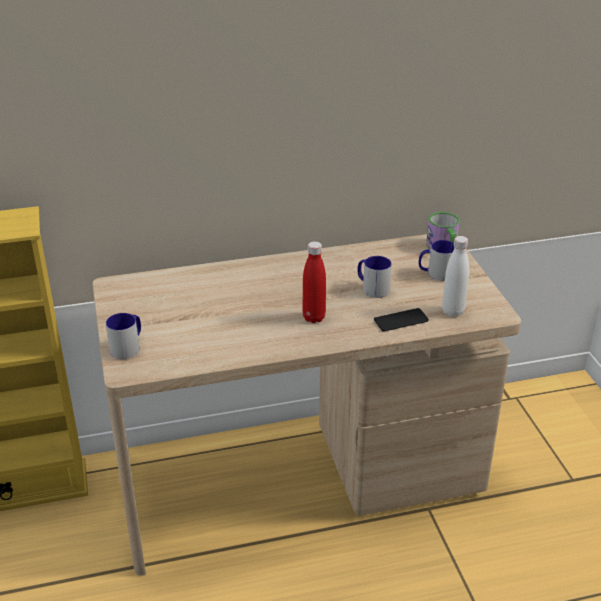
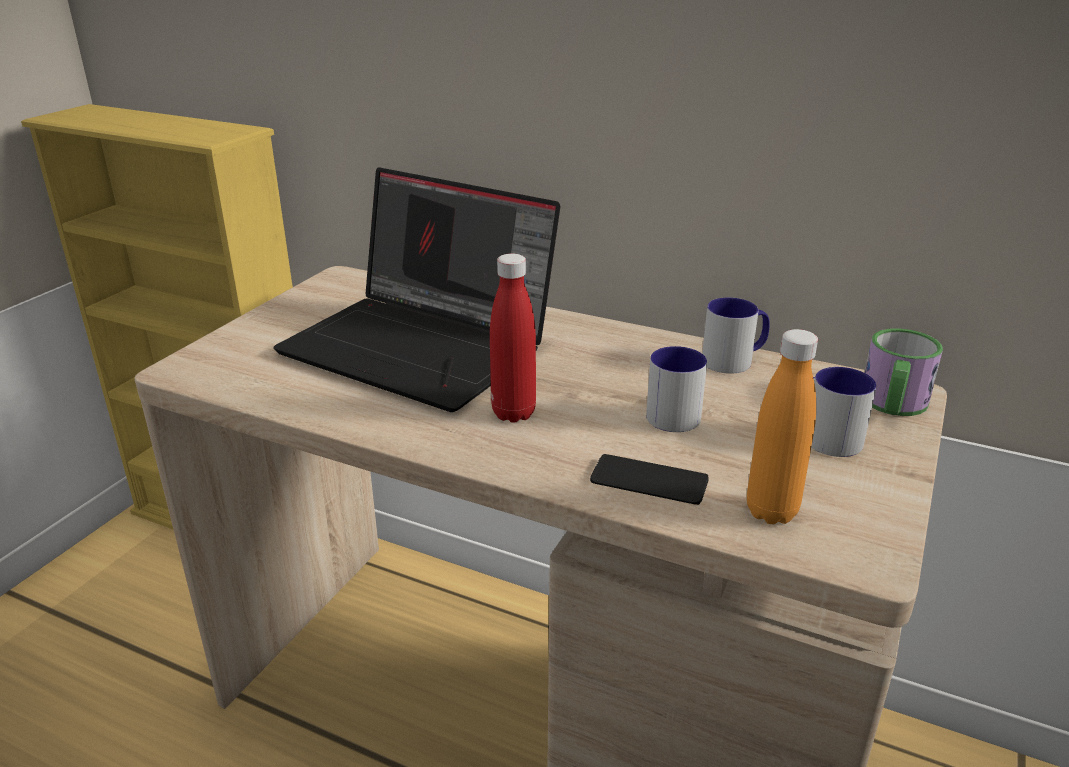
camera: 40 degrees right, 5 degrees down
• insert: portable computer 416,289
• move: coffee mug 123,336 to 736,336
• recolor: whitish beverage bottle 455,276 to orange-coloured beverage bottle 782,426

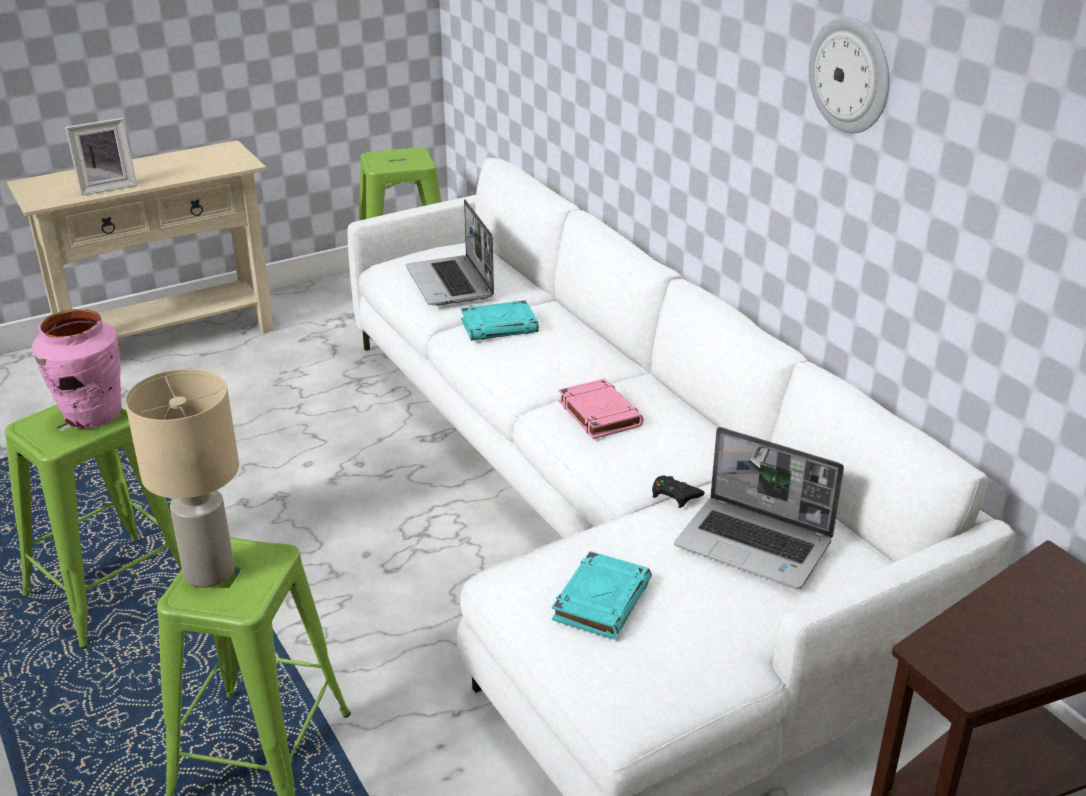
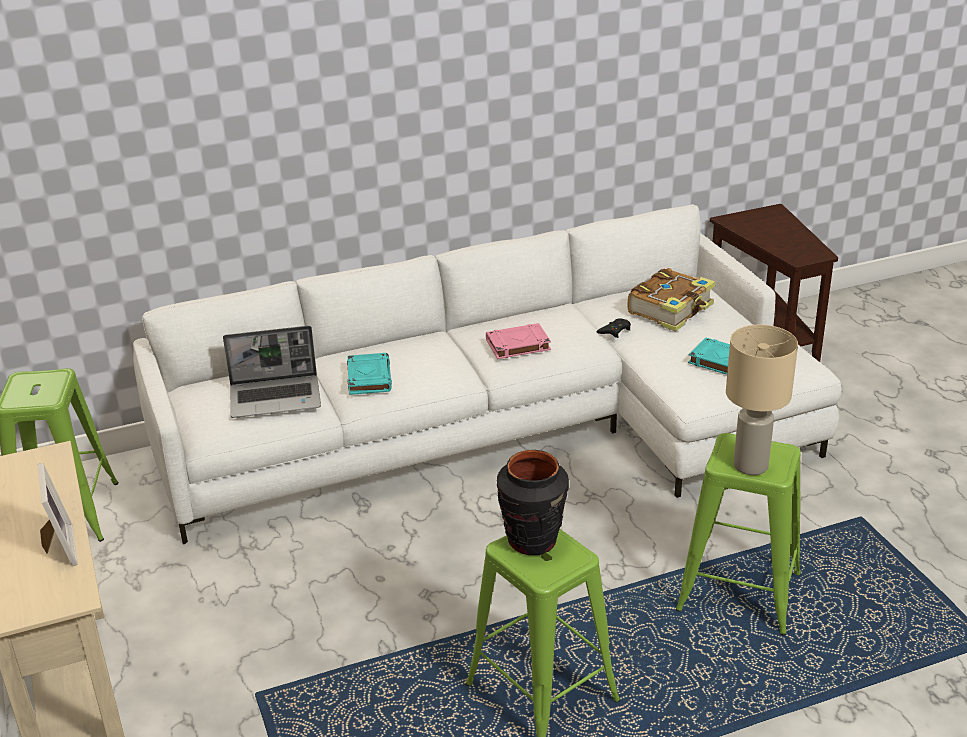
camera: 80 degrees left, 0 degrees up
• recolor: pinkish vase 77,369 to blackish vase 533,502
• replace: portable computer 759,508 to bound book 671,300
• delete: clock on the wall 849,75

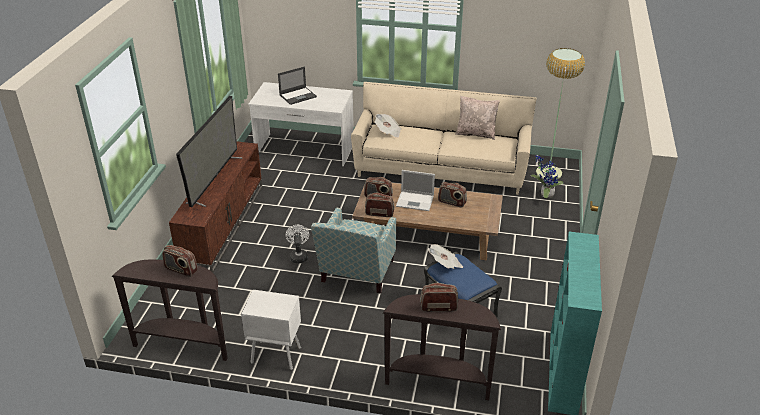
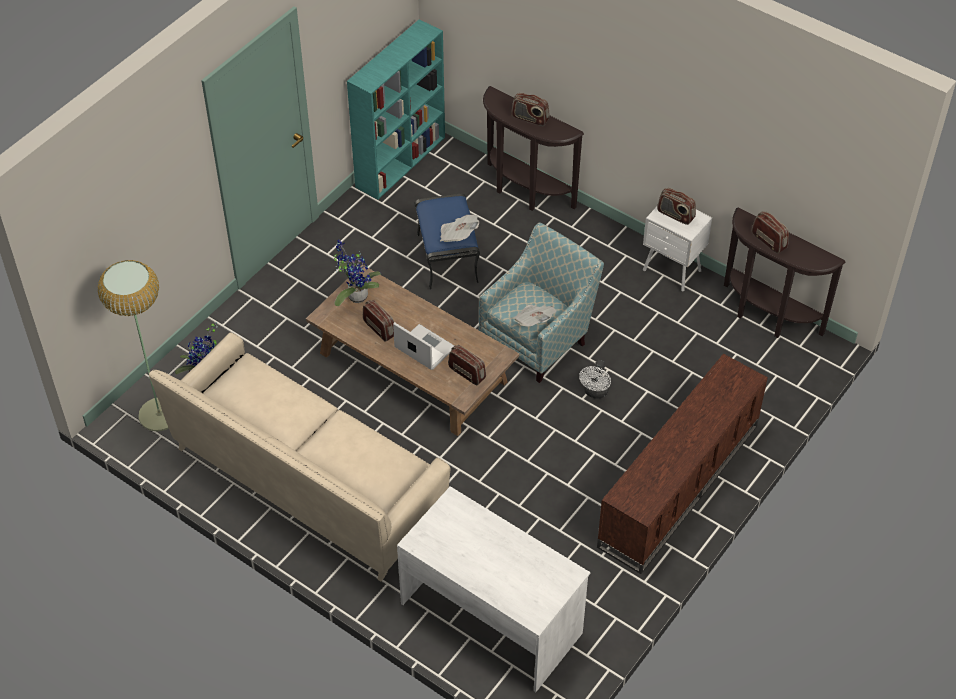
camera: 155 degrees left, 15 degrees up
• insert: houseplant 357,273
• move: daily paper 388,126 to 535,315
• move: radio 380,205 to 676,206
• delete: television 209,151
• delete: portable computer 297,86
• delete: sand-coloured throw pillow 478,118

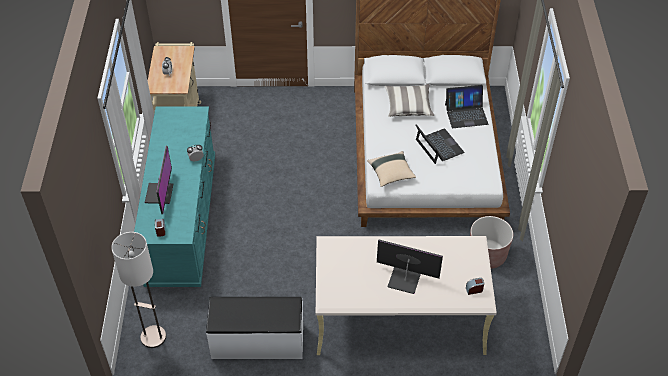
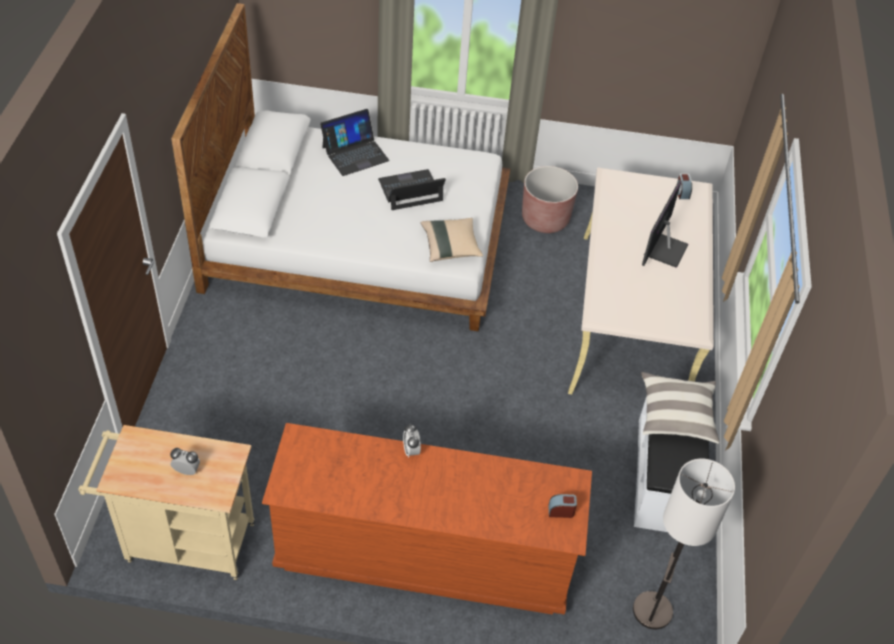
camera: 85 degrees left, 0 degrees up
• recolor: turquoise-coloured drawer chest 174,196 to brownish drawer chest 427,519
• rotate: portable computer 466,106 = 354,142 60 degrees clockwise
• move: throw pillow 409,100 to 680,408
• delete: monitor 159,180

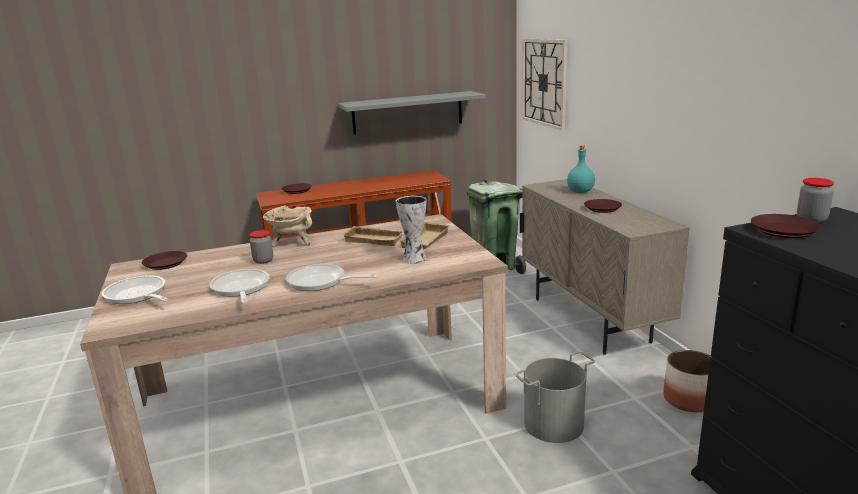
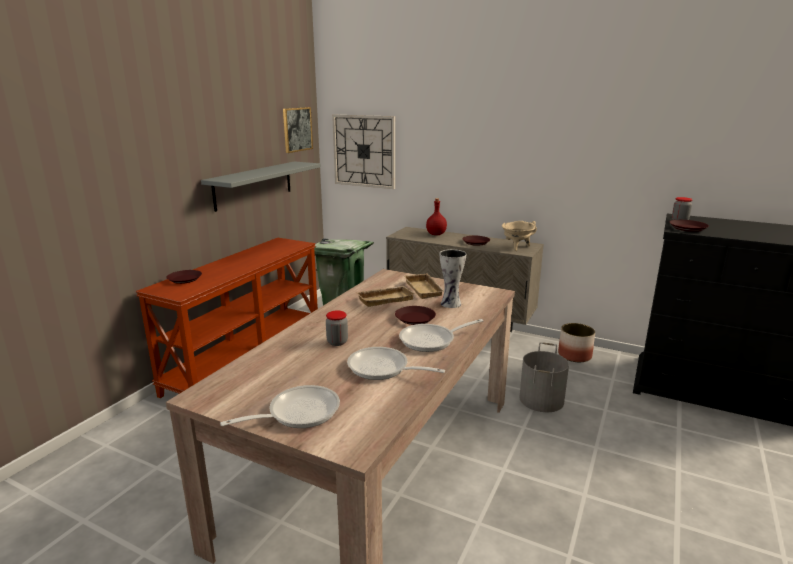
camera: 45 degrees left, 0 degrees up
• rotate: skillet 135,289 = 280,406 150 degrees clockwise
• insert: wall art 298,130
• move: brownish dinner plate 164,260 to 415,315
• recolor: turquoise-coloured beverage bottle 581,169 to reddish beverage bottle 436,216
• move: sand-coloured saucepot 287,226 to 519,236

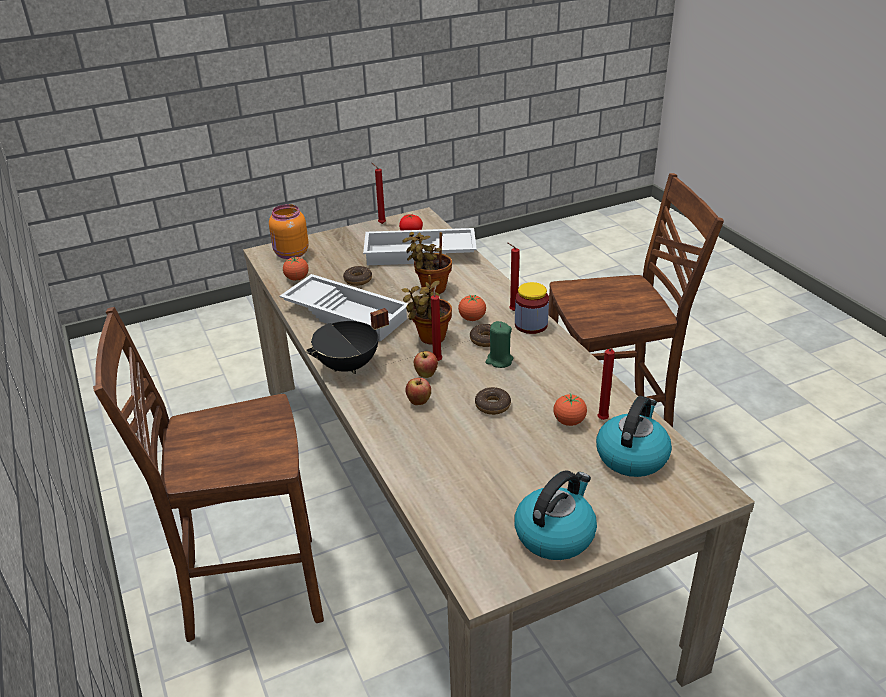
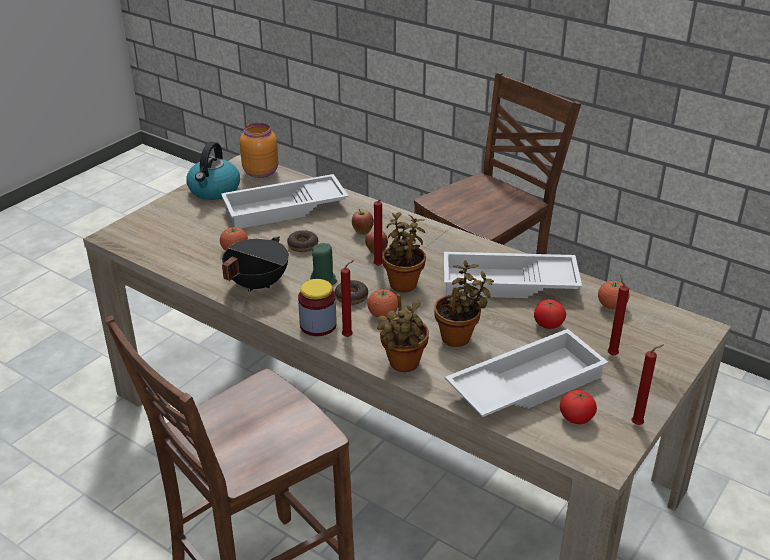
camera: 150 degrees right, 0 degrees up
• insert: whitish tray 285,201
• move: blackish saucepot 347,341 to 255,264
• move: orange-coloured storage jar 289,231 to 259,150
• insert: houseplant 403,333
• replace: donut 357,276 to tomato 550,314
• move: reddish wax light 606,384 to 618,315
• delete: kettle 634,436

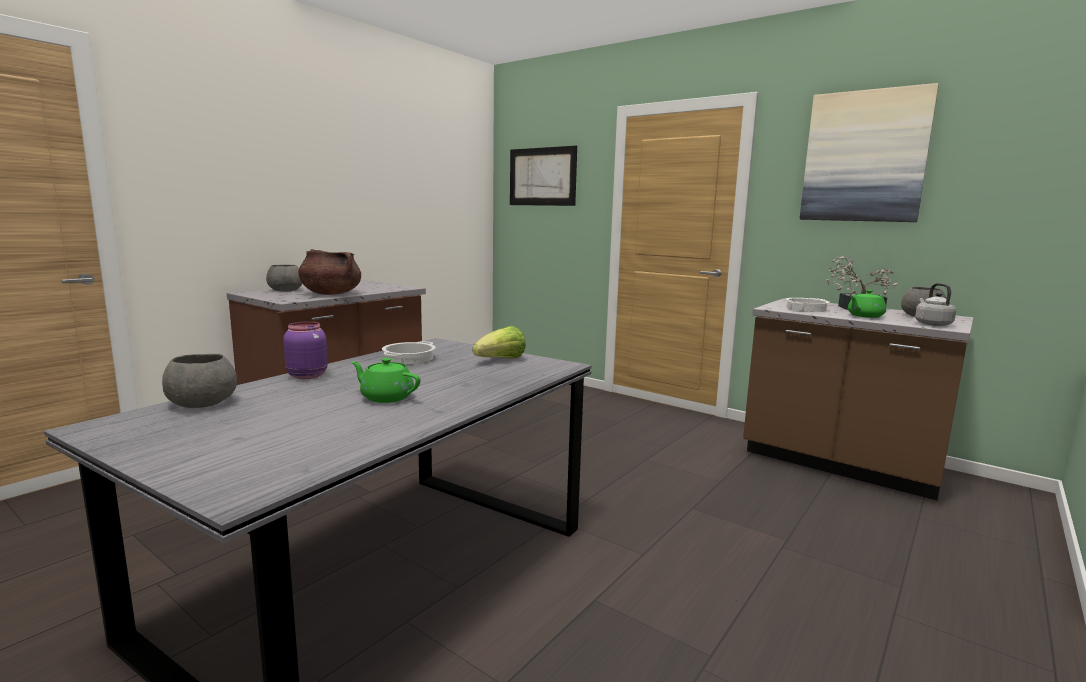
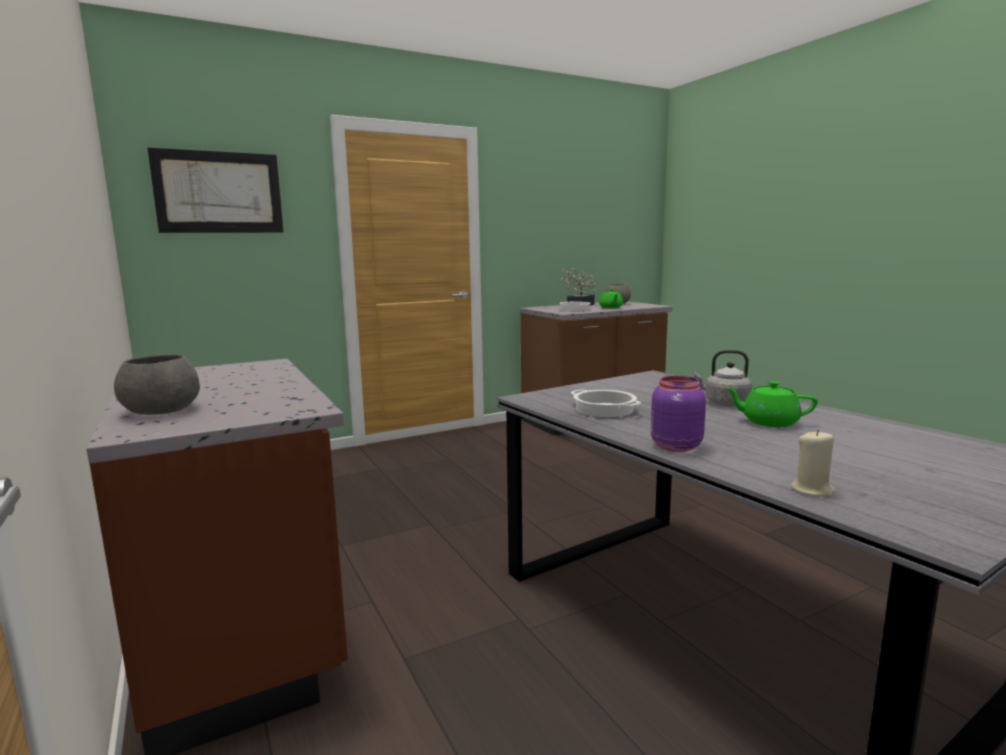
camera: 65 degrees left, 0 degrees up
• move: gray kettle 935,304 to 723,378
• rotate: green teapot 385,380 = 771,404 60 degrees clockwise
• replace: gray bowl 199,381 to sand-coloured wax light 813,463
• delete: brownish saucepot 329,272
• delete: lettuce head 499,342
• delete: wall art 869,152

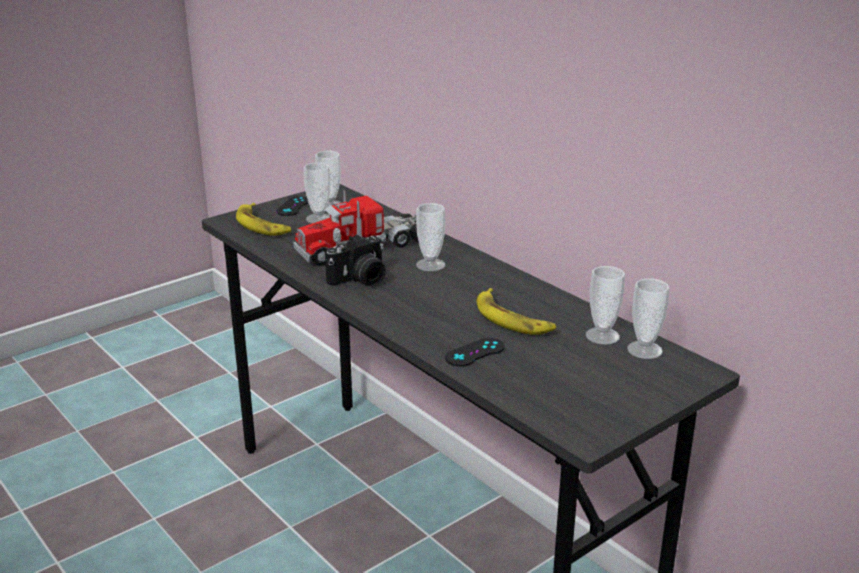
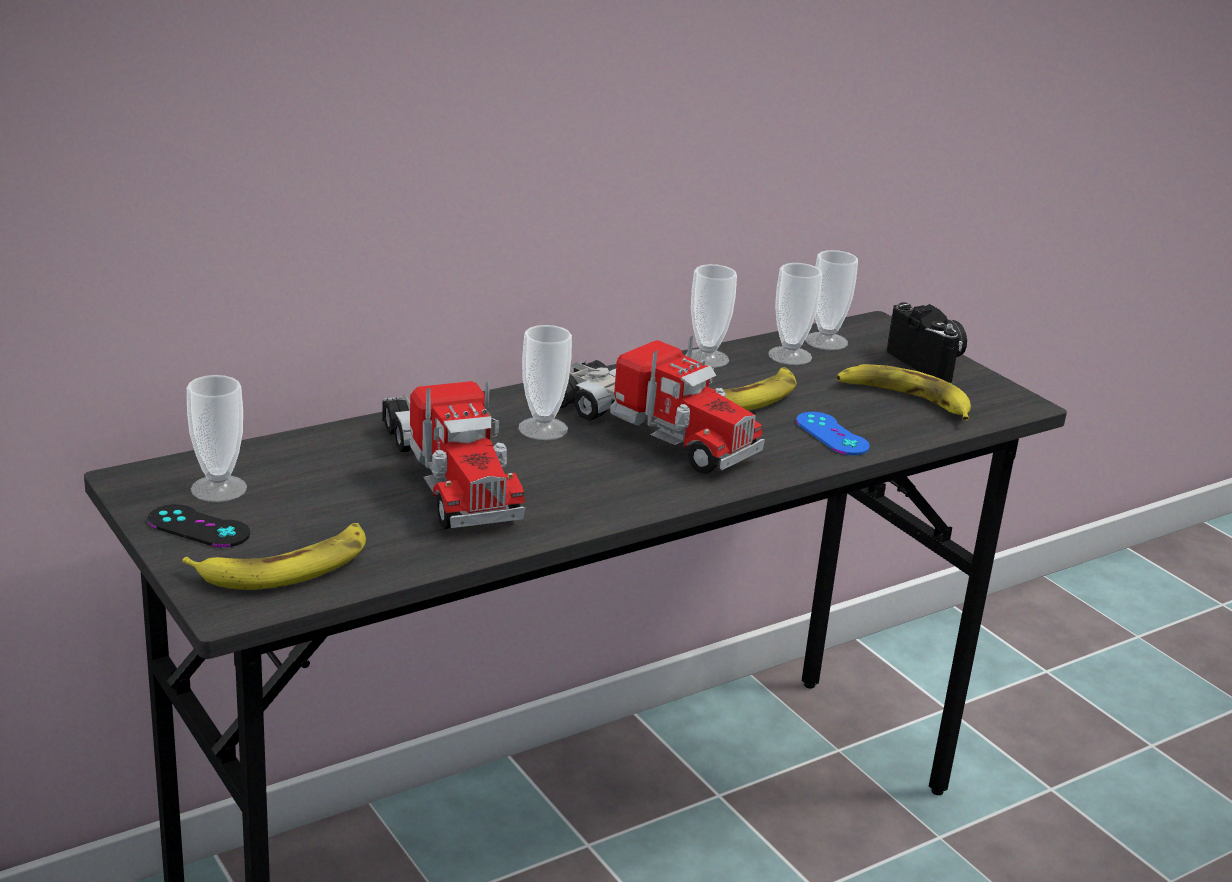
camera: 85 degrees left, 0 degrees up
• insert: model truck 662,405
• move: small cup 317,192 to 711,316
• recolor: blackish game controller 475,352 to blue-coloured game controller 833,433
• insert: banana 903,392
• move: photo camera 355,260 to 927,342

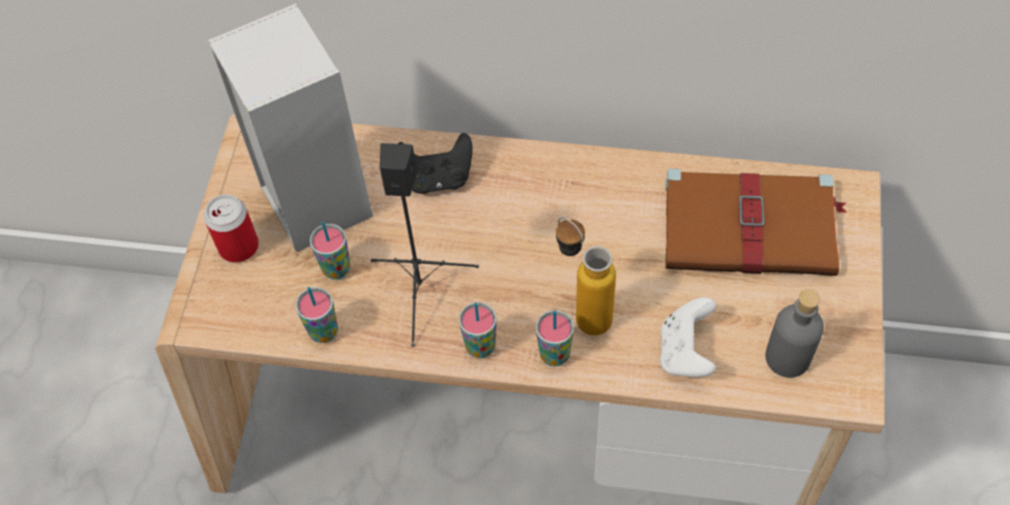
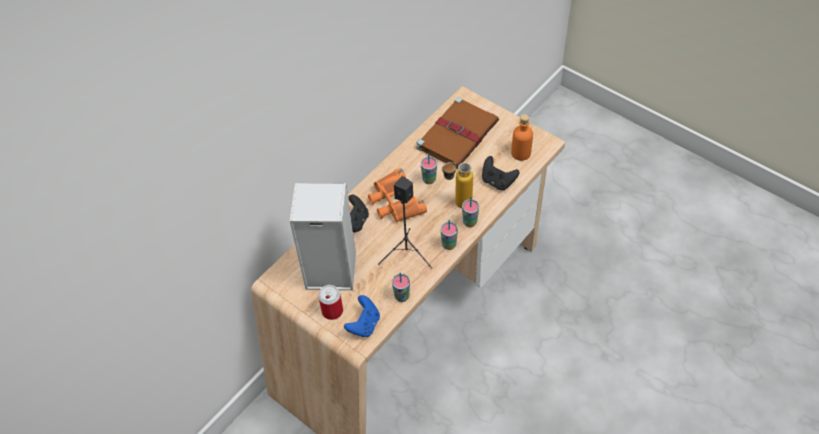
camera: 60 degrees left, 5 degrees down
• insert: blue-coloured game controller 362,316
• insert: orange-coloured binoculars 397,195
• move: small cup 330,251 to 429,169
• recolor: whitish game controller 688,337 to blackish game controller 500,173
• recolor: gray beverage bottle 794,333 to orange-coloured beverage bottle 522,137

